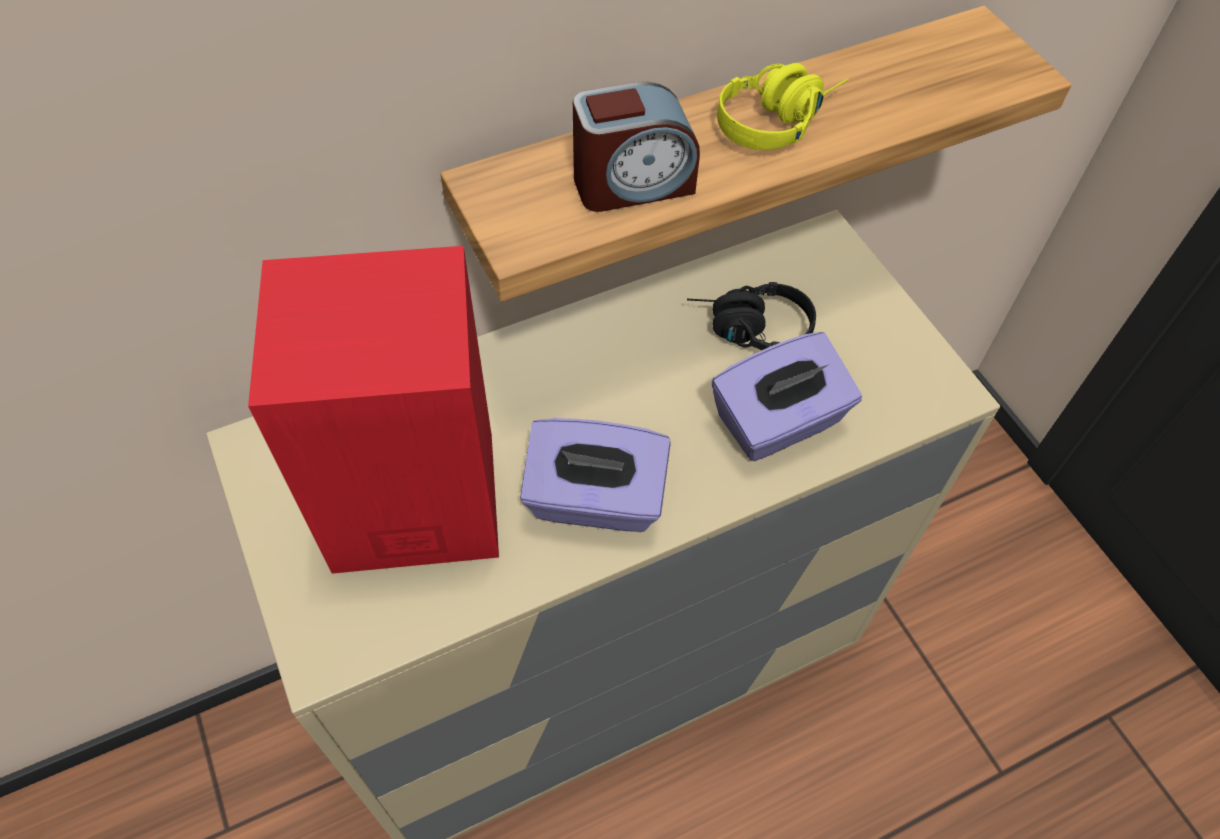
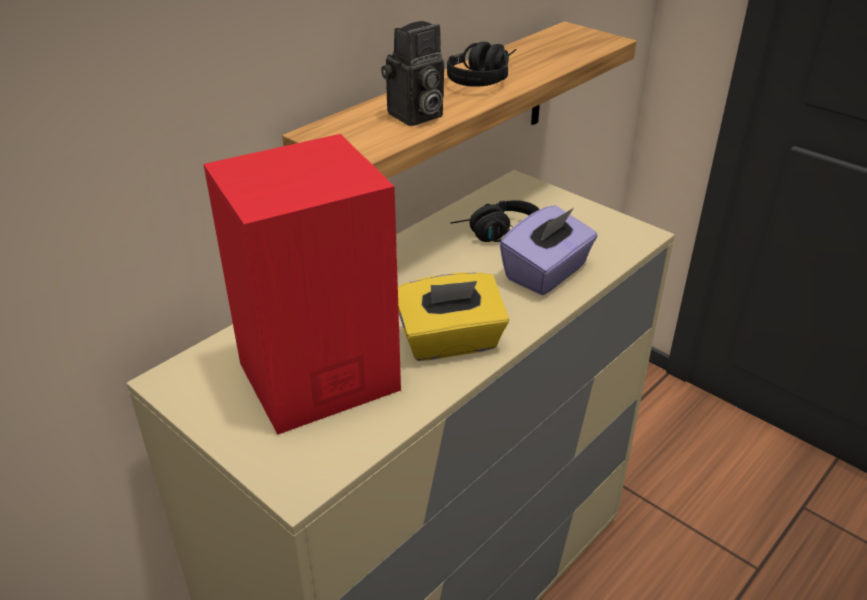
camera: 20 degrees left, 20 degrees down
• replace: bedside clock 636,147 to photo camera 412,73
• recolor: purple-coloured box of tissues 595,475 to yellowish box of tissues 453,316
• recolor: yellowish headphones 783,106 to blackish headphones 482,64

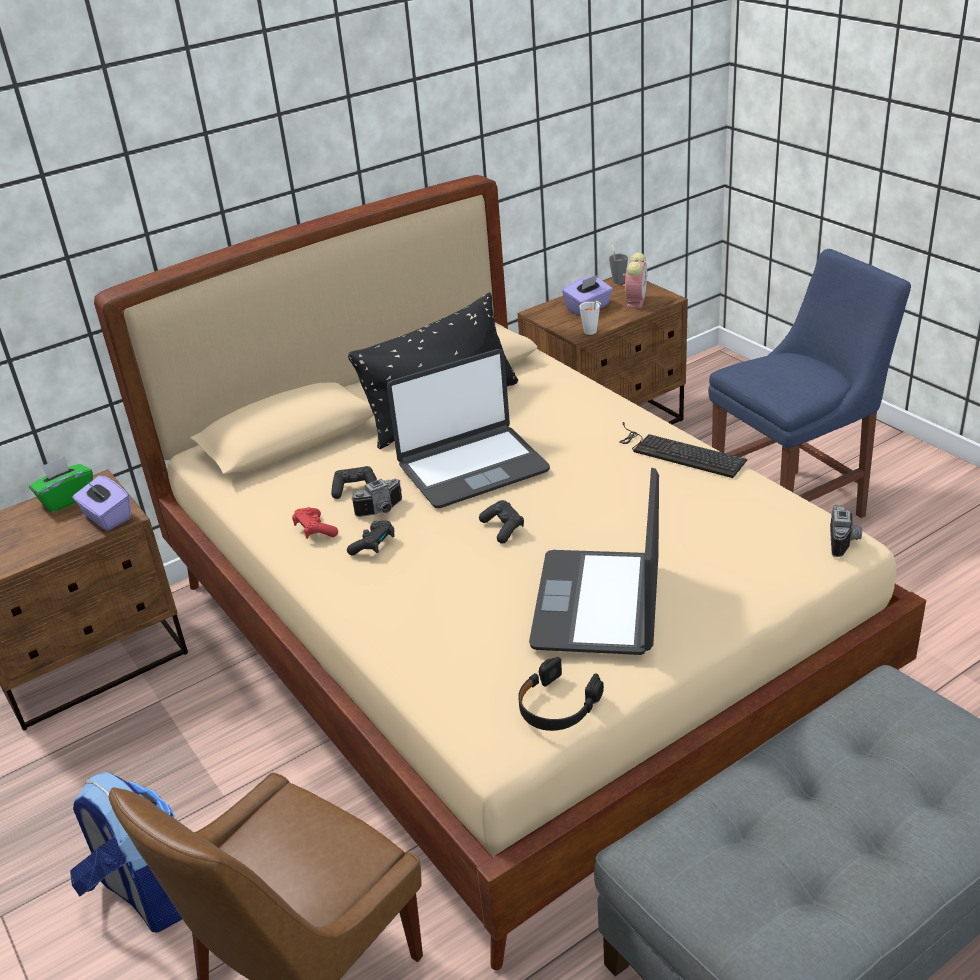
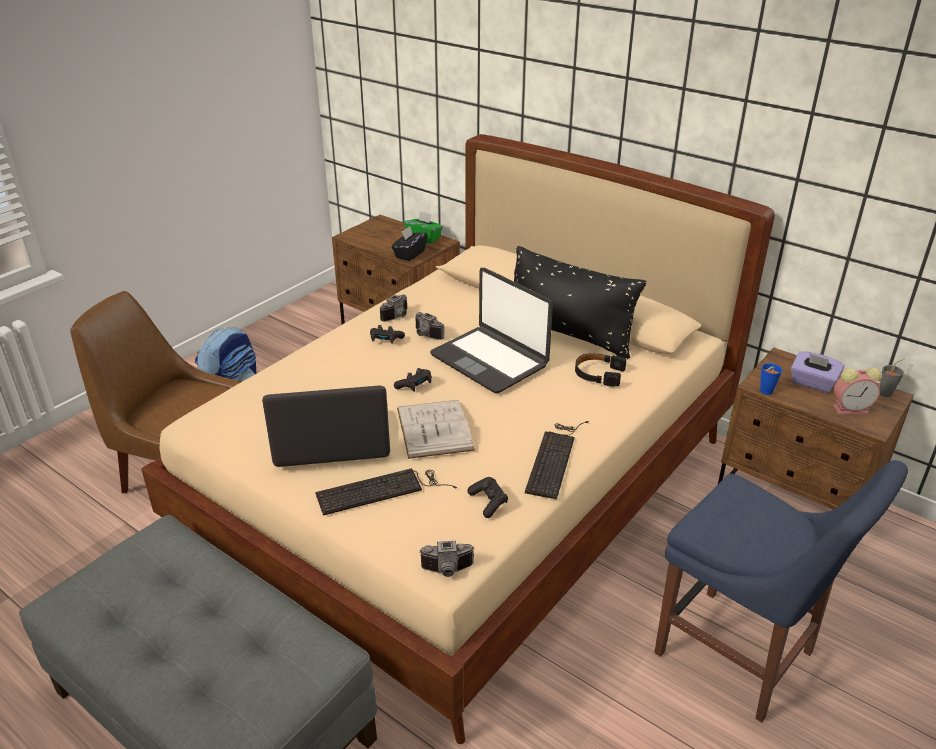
camera: 70 degrees right, 0 degrees up
• insert: computer keyboard 386,492
• replace: reddish game controller 315,523 to photo camera 393,308
• recolor: purple-coloured box of tissues 102,503 to blackish box of tissues 409,243
• insert: whitish bound book 436,429
• move: blackish game controller 354,482 to 487,497
• move: blackish headphones 561,694 to 600,370
• recolor: whitish small cup 590,318 to blue-coloured small cup 771,379

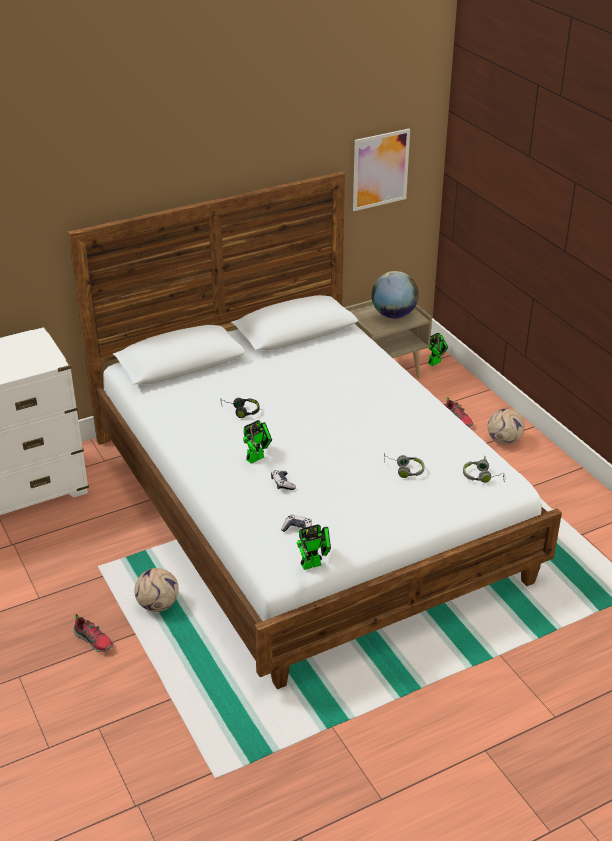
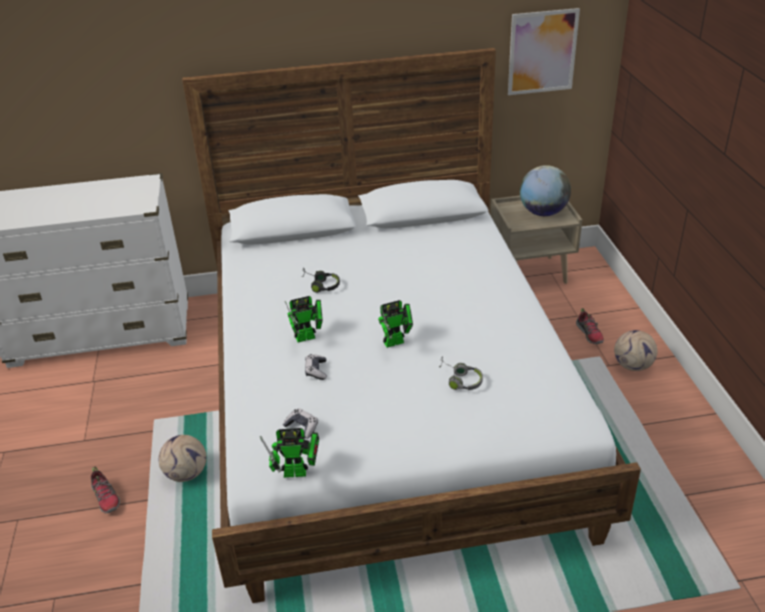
camera: 20 degrees right, 0 degrees up
• move: toy robot 438,349 to 395,324
• delete: gray headphones 484,469

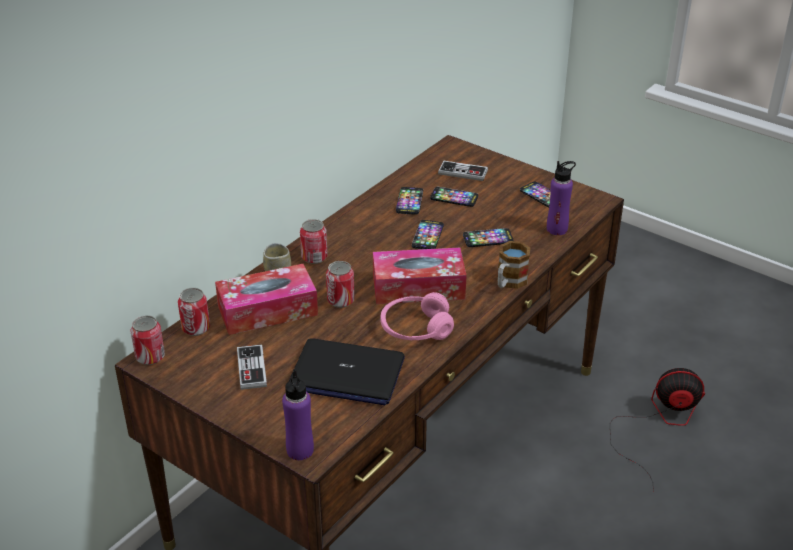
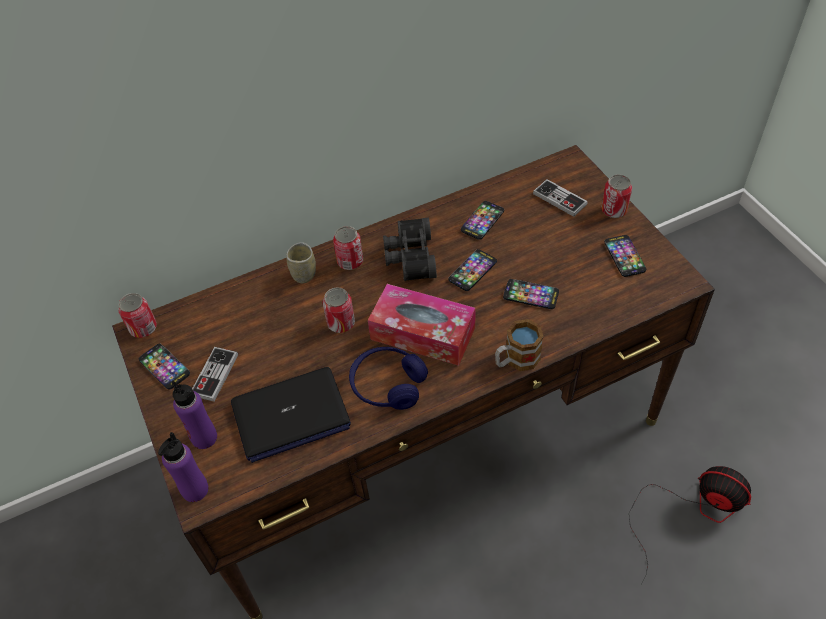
camera: 30 degrees right, 15 degrees up
• move: telephone 454,197 to 164,366
• move: purple-coloured beverage bottle 561,198 to 194,415
• rotate: portable computer 347,371 = 291,415 60 degrees counterclockwise
• recolor: pinkish headphones 417,316 to blue-coloured headphones 388,378
• insert: blackish binoculars 410,249
• move: sealed can 194,312 to 616,196
• delete: box of tissues 266,299

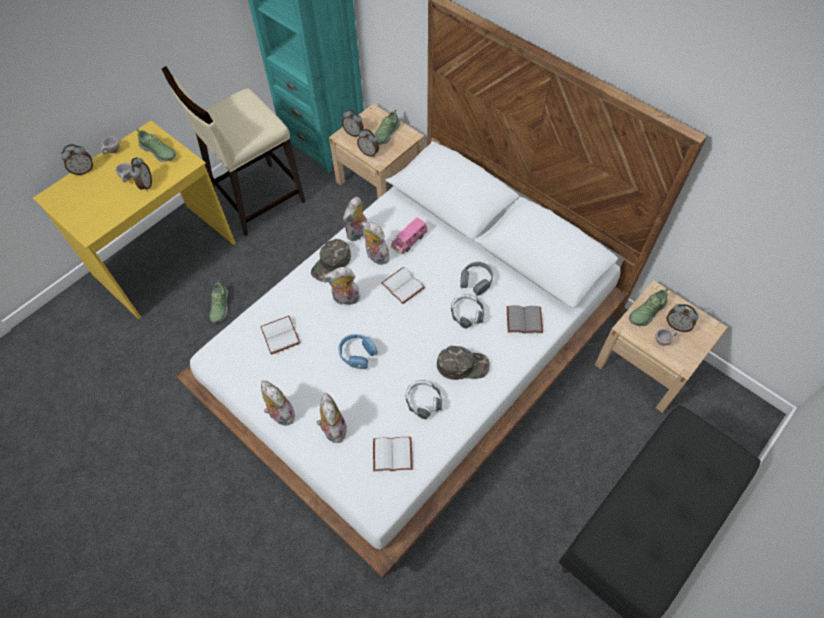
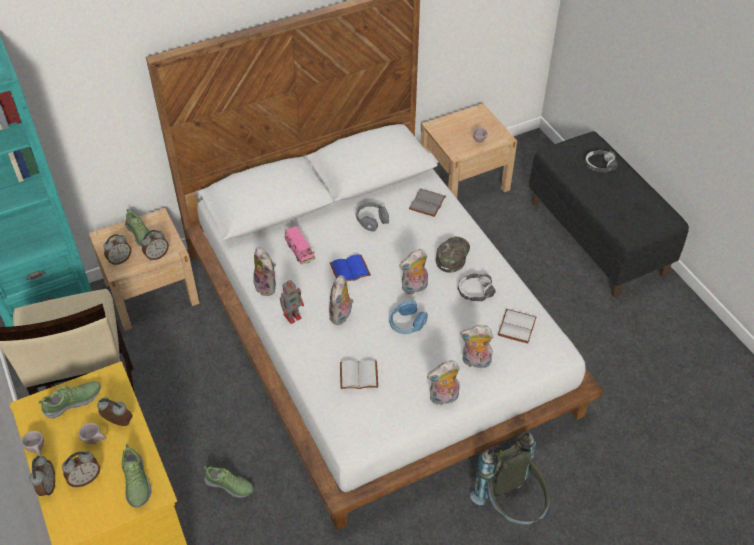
camera: 70 degrees left, 10 degrees down
• move: bedside clock 682,318 to 81,469
• move: low shoe 649,307 to 136,476
• replace: green cap 331,261 to toy robot 292,302
• recolor: whitish bound book 403,285 to blue-coloured bound book 350,267
• move: plush toy 375,243 to 413,271
• insert: gray rucksack 510,478
• move: headphones 467,311 to 601,161

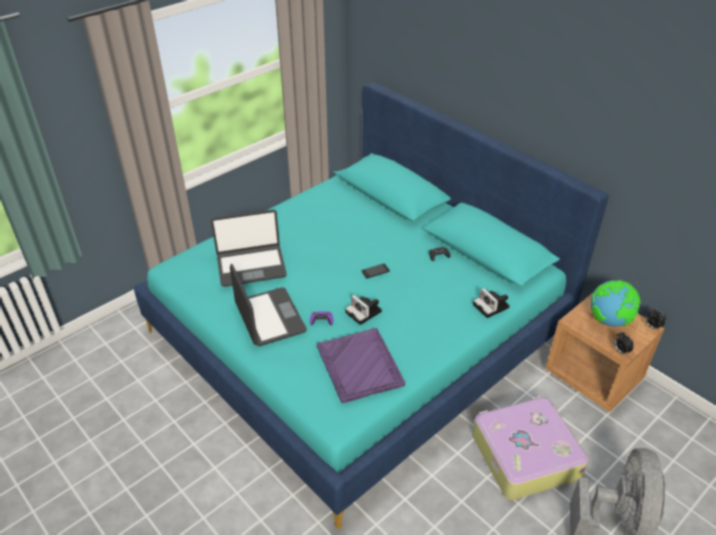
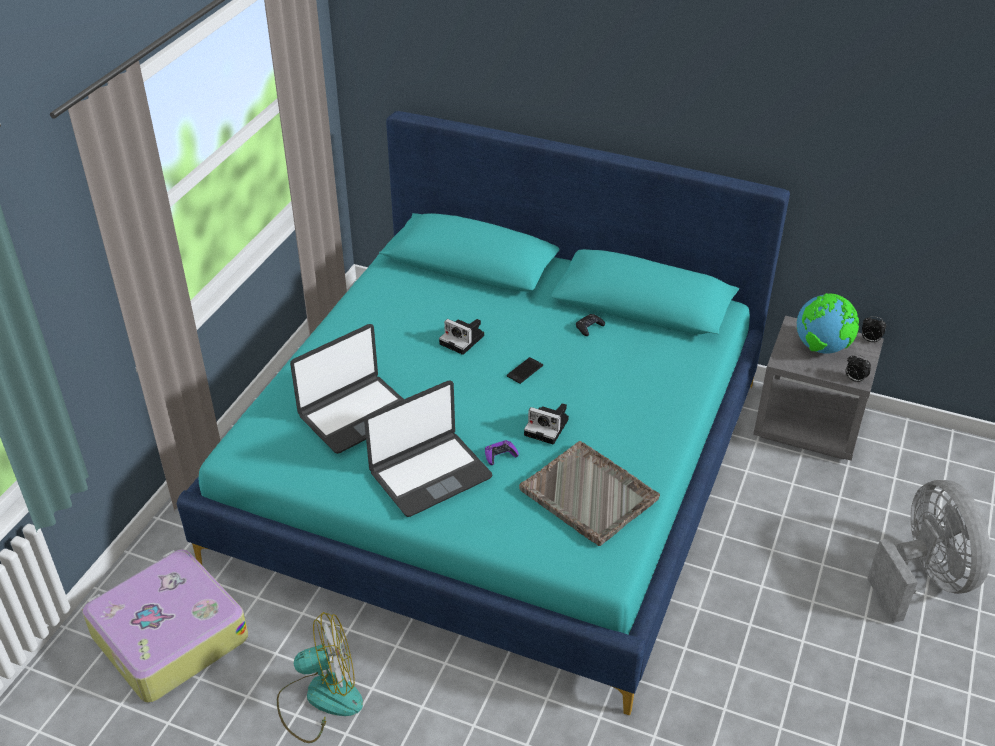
camera: 25 degrees left, 0 degrees up
• move: piece of luggage 530,448 to 165,626
• insert: electric fan 320,677
• rotate: portable computer 268,305 = 428,448 105 degrees clockwise
• move: photo camera 491,303 to 461,337
• recolor: purple-coloured tray 361,365 to gray tray 589,493
• recolor: brownish nightstand 604,352 to gray nightstand 818,388

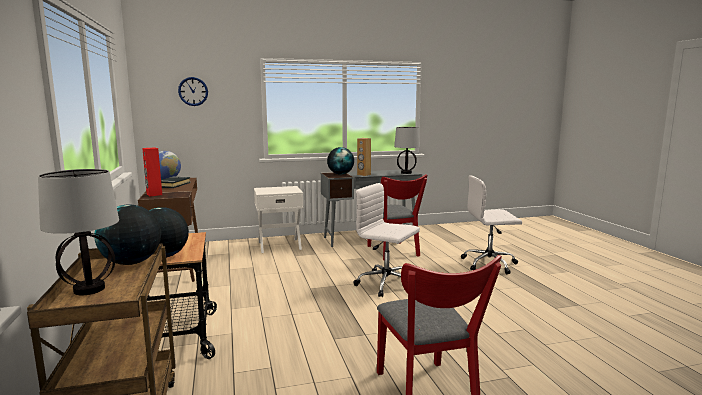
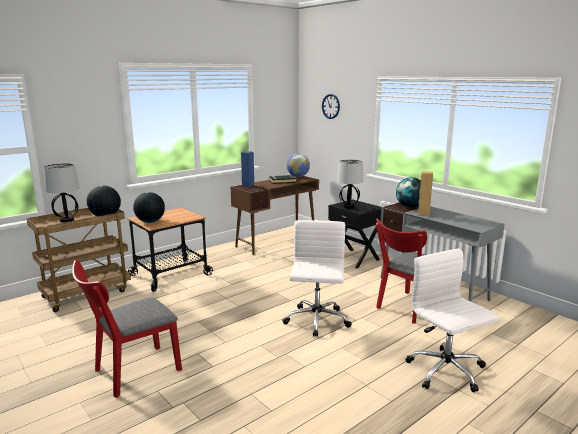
camera: 65 degrees right, 5 degrees up
• recolor: reddish audio speaker 152,171 to blue-coloured audio speaker 247,169
• recolor: whitish nightstand 279,219 to blackish nightstand 354,234
• move: lamp for a table 407,150 to 350,184

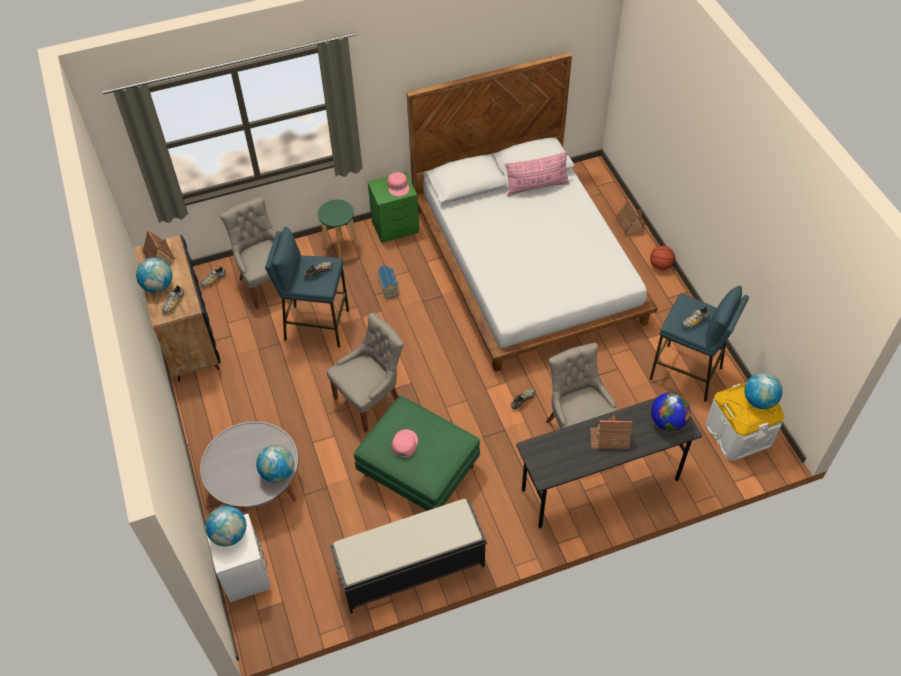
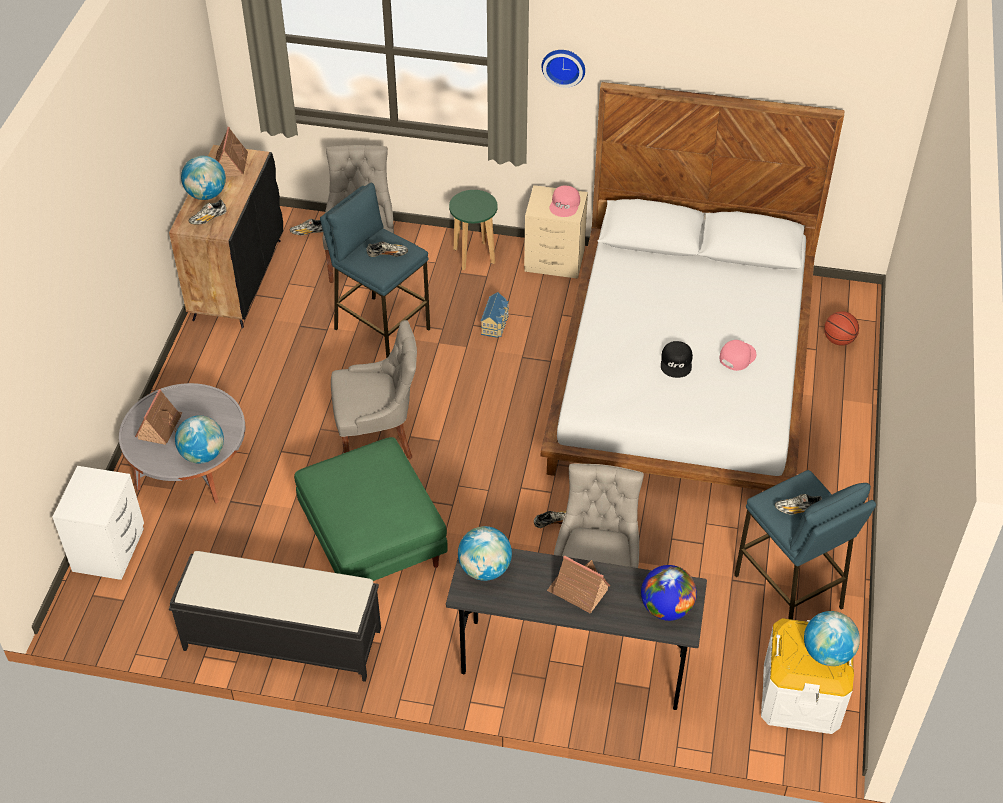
camera: 30 degrees right, 5 degrees down
• move: toy house 630,217 to 158,417
• move: world globe 225,526 to 485,553
• recolor: green nightstand 393,207 to sand-coloured nightstand 556,232
• insert: clock on the wall 563,69
• insert: blackish cap 677,359
• move: pinkish cap 404,443 to 737,355
• move: ball for basketball 662,258 to 841,328
• delete: pinkish throw pillow 537,174

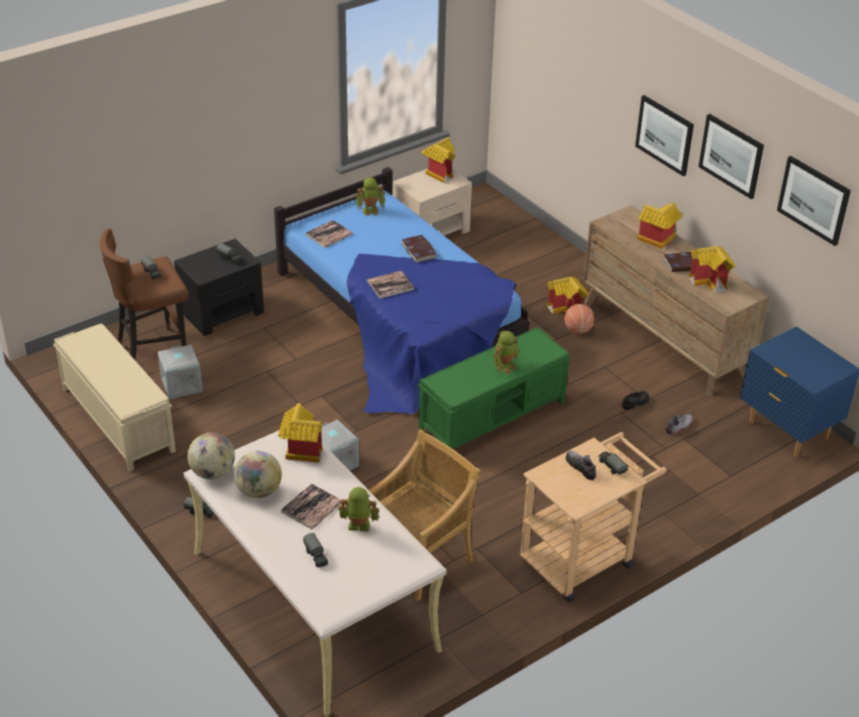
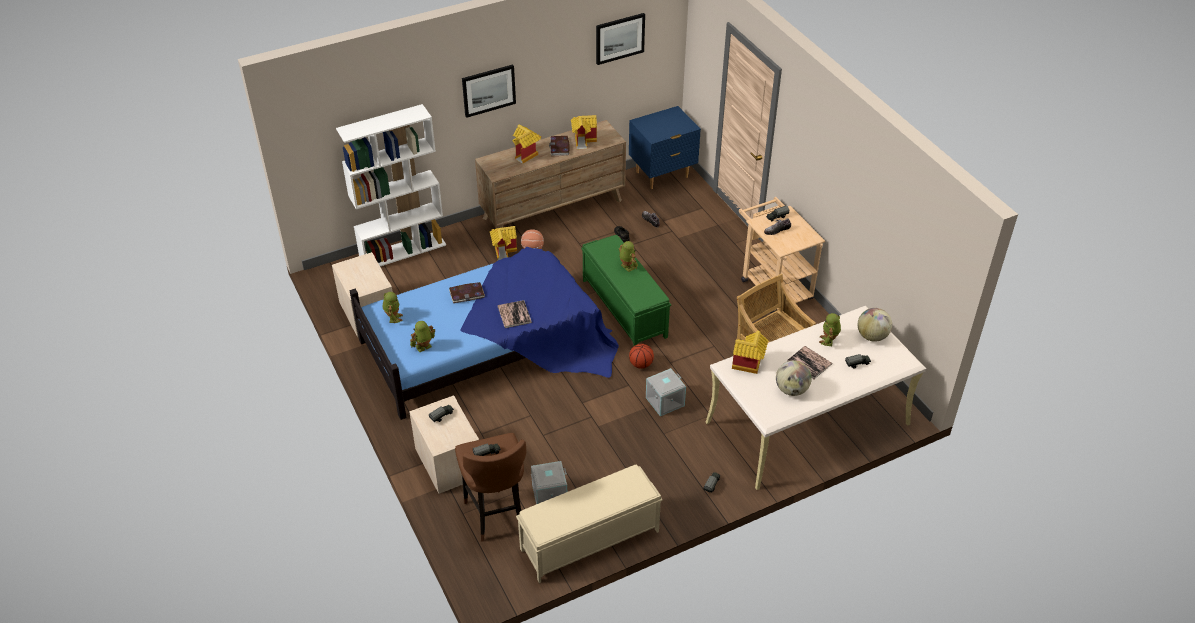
camera: 80 degrees left, 5 degrees up
• insert: whitish bookcase 391,185
• recolor: blackish nightstand 219,287 to sand-coloured nightstand 444,445
• replace: bound book 329,234 to toy robot 422,336
• insert: ball for basketball 641,356
• move: world globe 211,456 to 875,325
• delete: toy house 439,160
• delete: wall art 731,156

